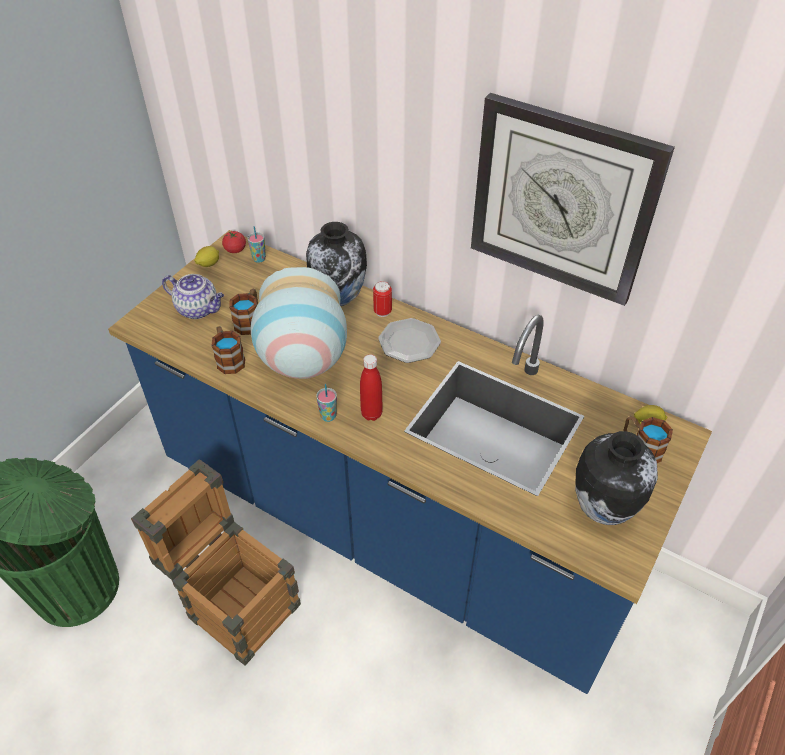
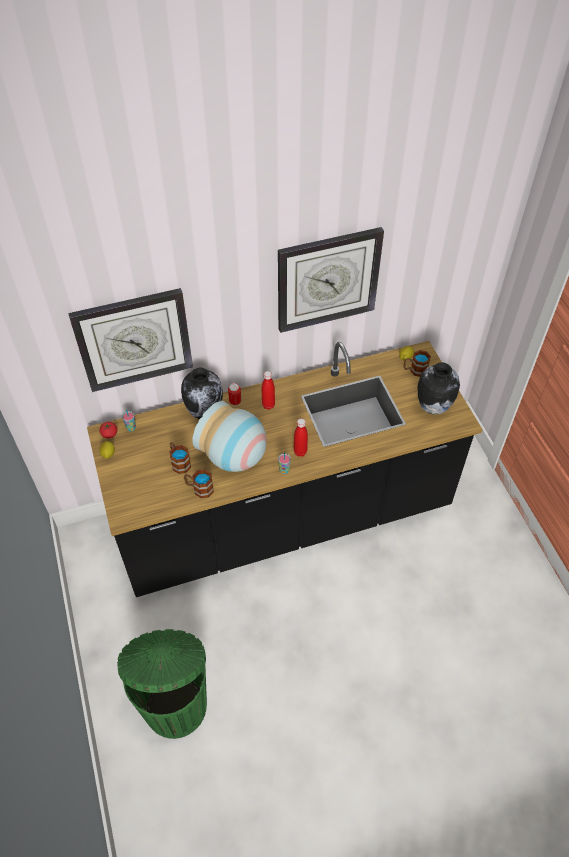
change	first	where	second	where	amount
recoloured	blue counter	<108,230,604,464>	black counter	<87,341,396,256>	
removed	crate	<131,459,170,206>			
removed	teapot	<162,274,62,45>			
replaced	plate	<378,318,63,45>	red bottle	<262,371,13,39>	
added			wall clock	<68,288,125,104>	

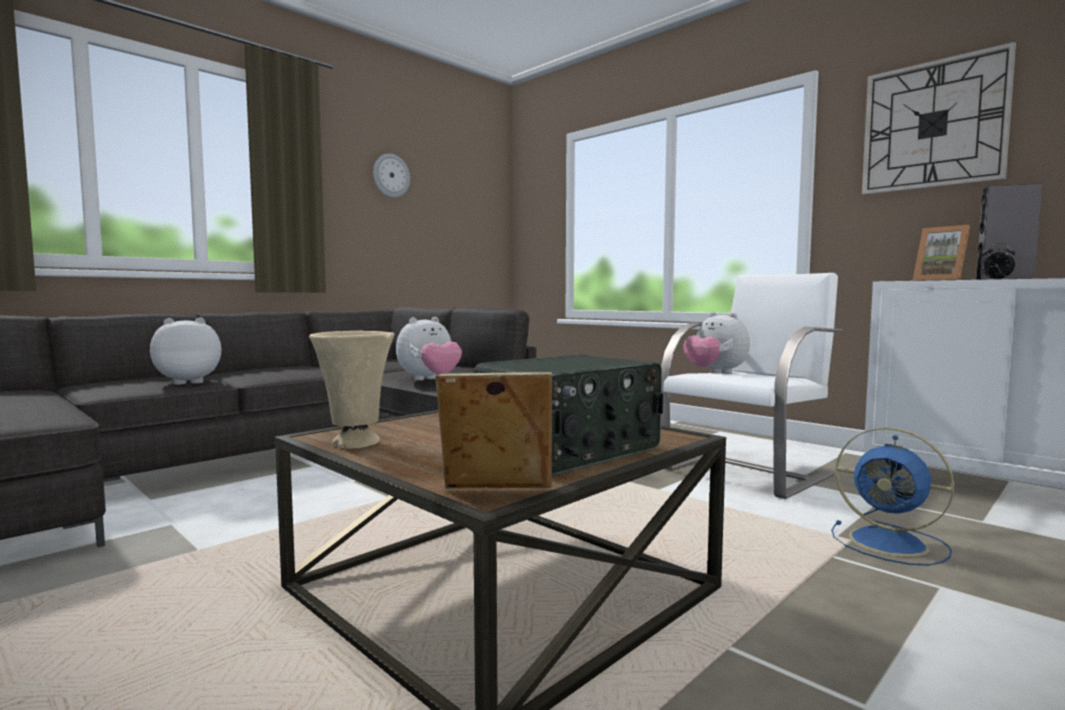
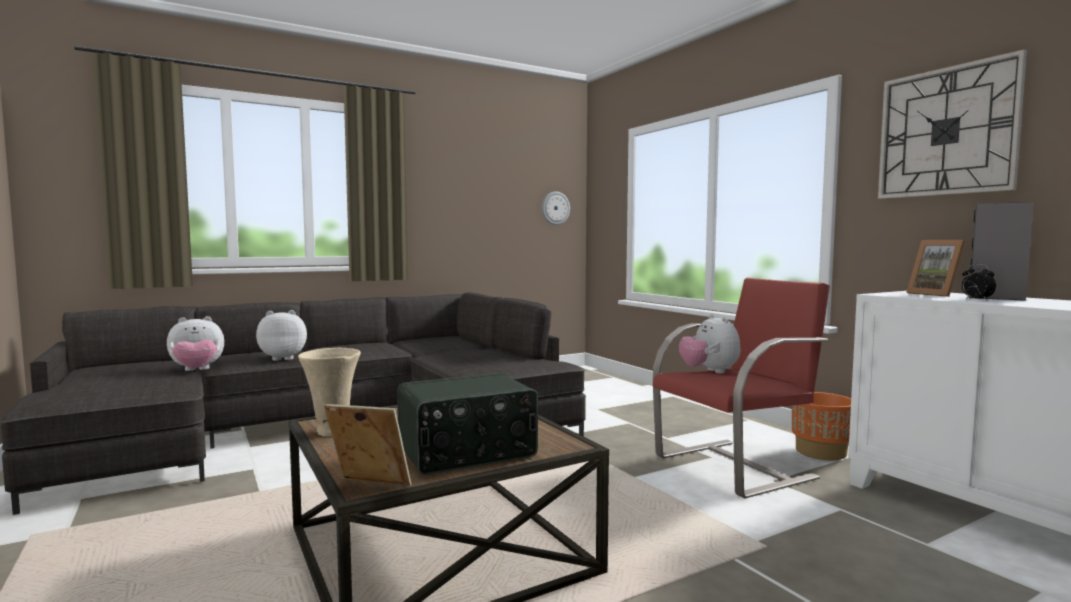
change	first	where	second	where	amount
moved	wall clock	<373,154,37,44>		<542,191,28,34>	
moved	plush toy	<396,317,66,64>		<167,316,57,55>	
recoloured	white armchair	<661,273,182,226>	red armchair	<653,277,177,222>	
removed	blue fan	<832,427,122,139>			
added			orange planter	<792,392,59,68>	

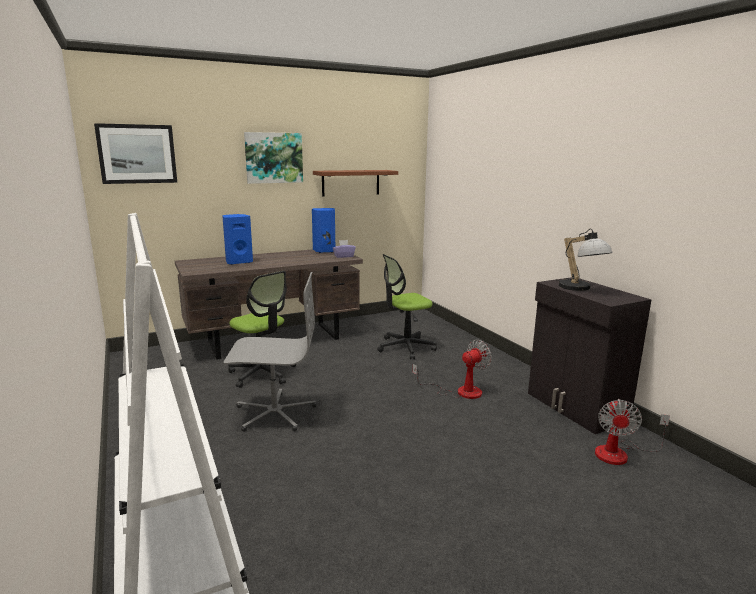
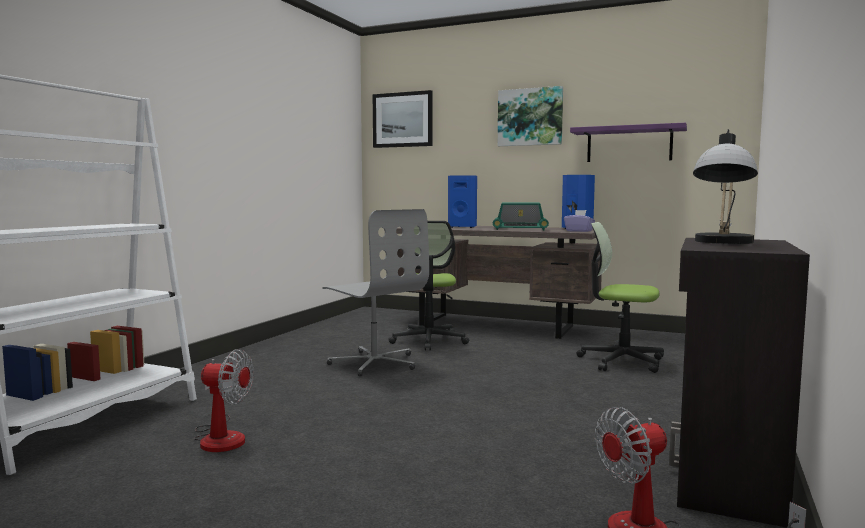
change	first	where	second	where	amount
recoloured	brown shelf	<313,170,85,26>	purple shelf	<570,123,117,39>	
moved	fan	<412,340,80,59>		<194,349,60,103>	
added			radio	<493,202,56,28>	

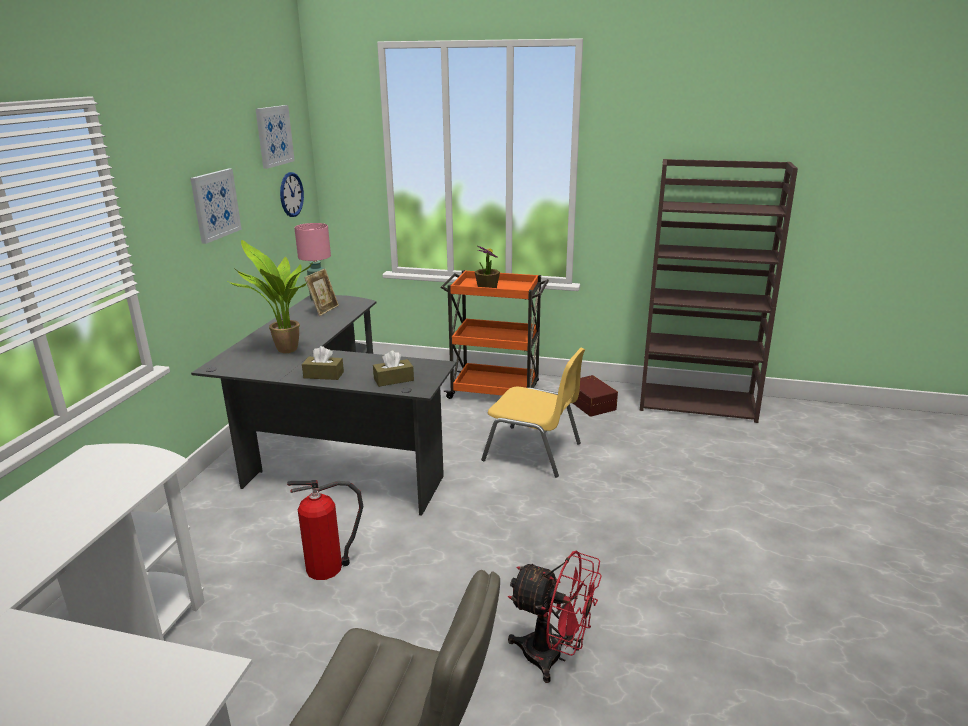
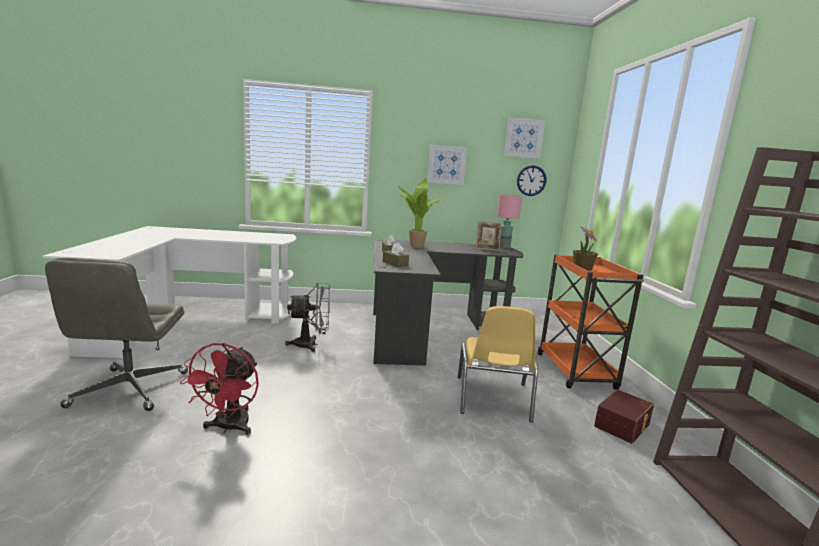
change	first	where	second	where	amount
replaced	fire extinguisher	<287,480,76,100>	grey fan	<285,283,45,69>	

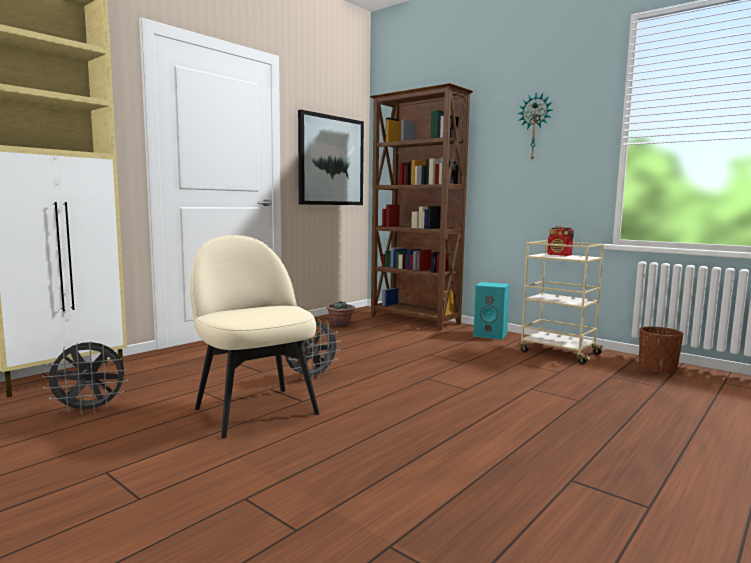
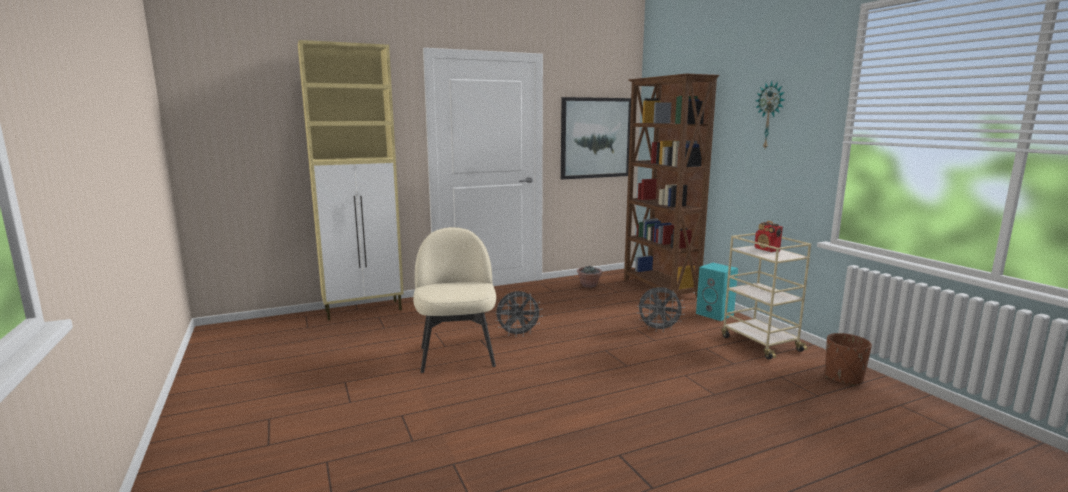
change	first	where	second	where	amount
moved	grey fan	<43,341,85,74>		<637,287,48,45>	

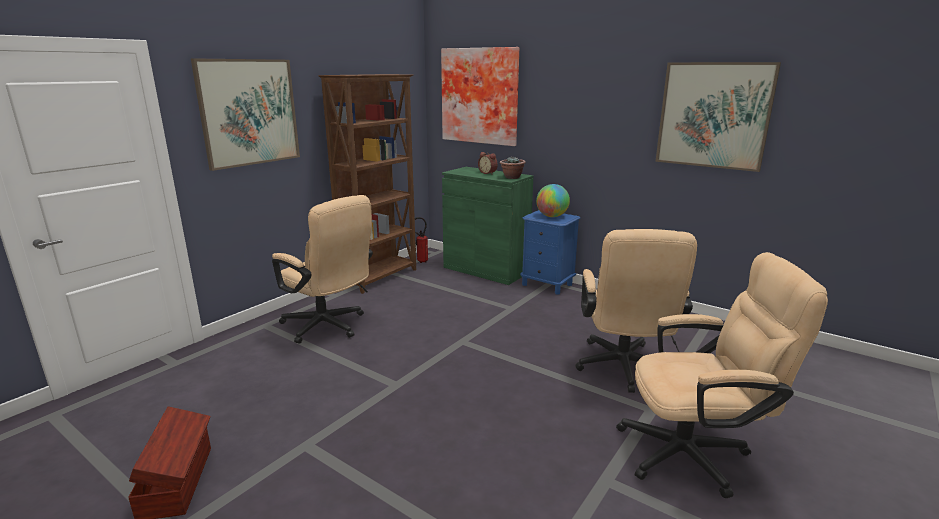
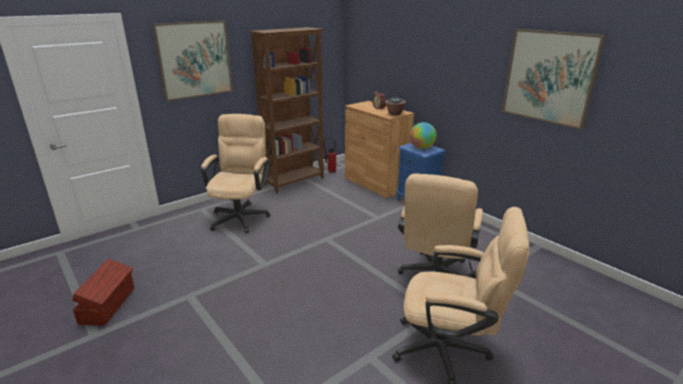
change	first	where	second	where	amount
turned	beige office chair	<272,195,101,149>		<201,114,69,119>	135 degrees counterclockwise
removed	picture	<441,47,78,99>			
recoloured	green cabinet	<442,167,92,118>	brown cabinet	<345,101,69,97>	

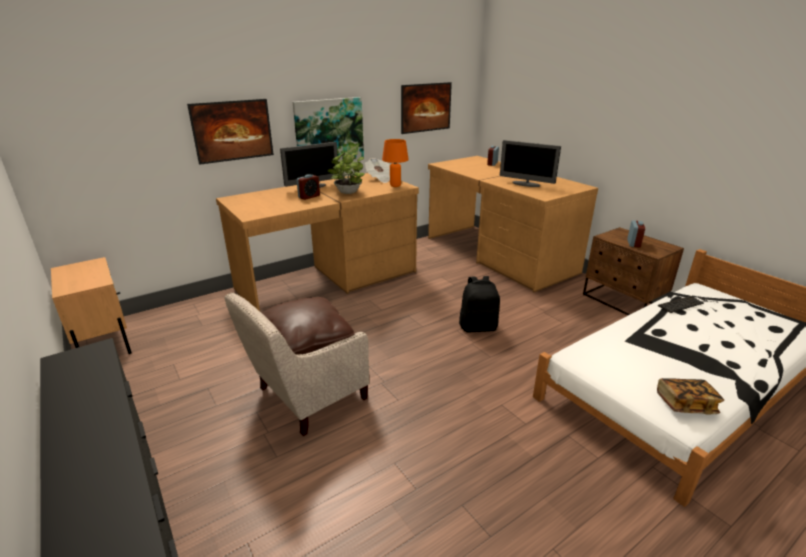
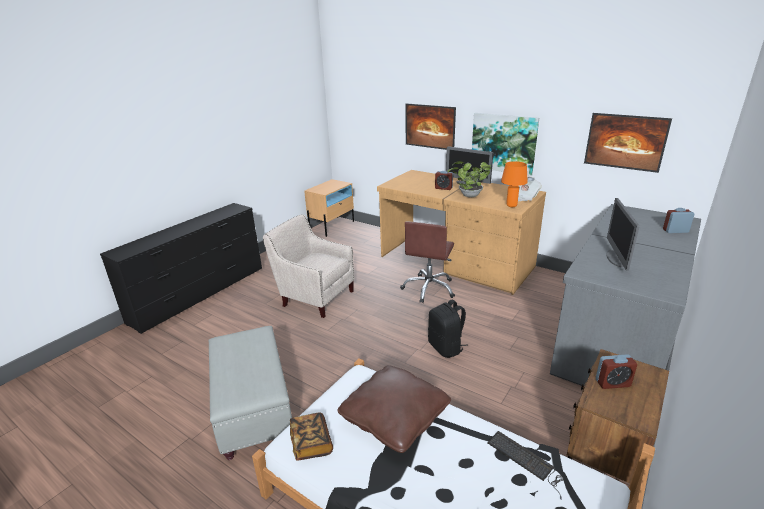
change	first	where	second	where	amount
moved	brown pillow	<261,297,94,57>		<337,365,114,88>	
recoloured	brown desk	<428,156,170,136>	grey desk	<550,204,151,182>	
added			grey ottoman	<208,326,84,134>	
added			brown office chair	<400,221,55,82>	

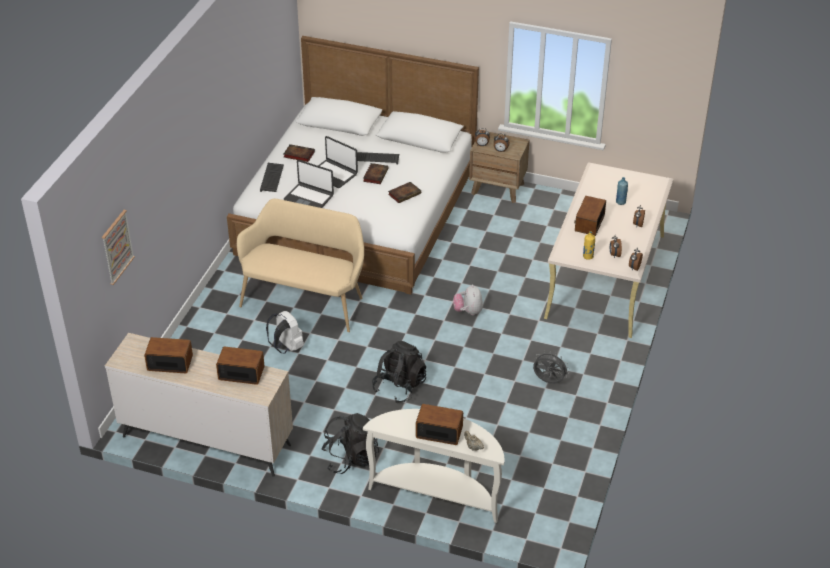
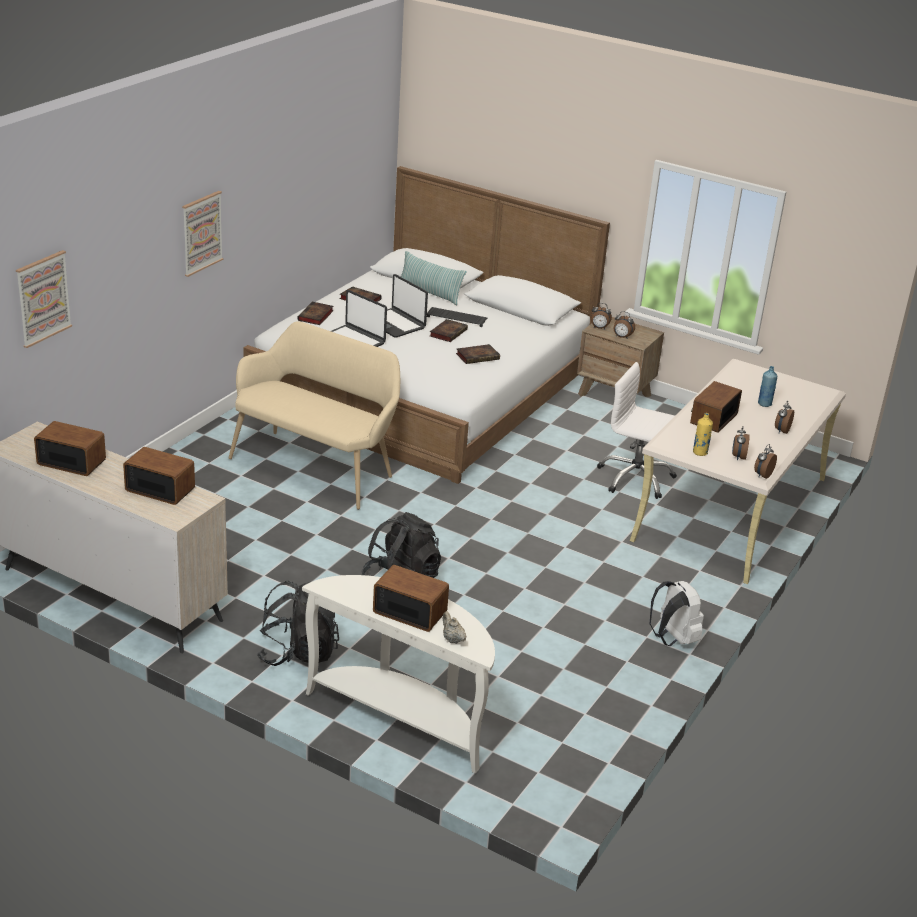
change	first	where	second	where	amount
replaced	keyboard	<260,163,24,29>	book	<297,302,37,23>	
moved	white backpack	<266,311,38,42>		<650,581,54,65>	
removed	plush toy	<453,284,30,31>			
removed	grey fan	<533,351,37,33>			
added			picture	<182,191,41,86>	
added			pillow	<401,251,66,54>	
added			white office chair	<597,362,80,137>	

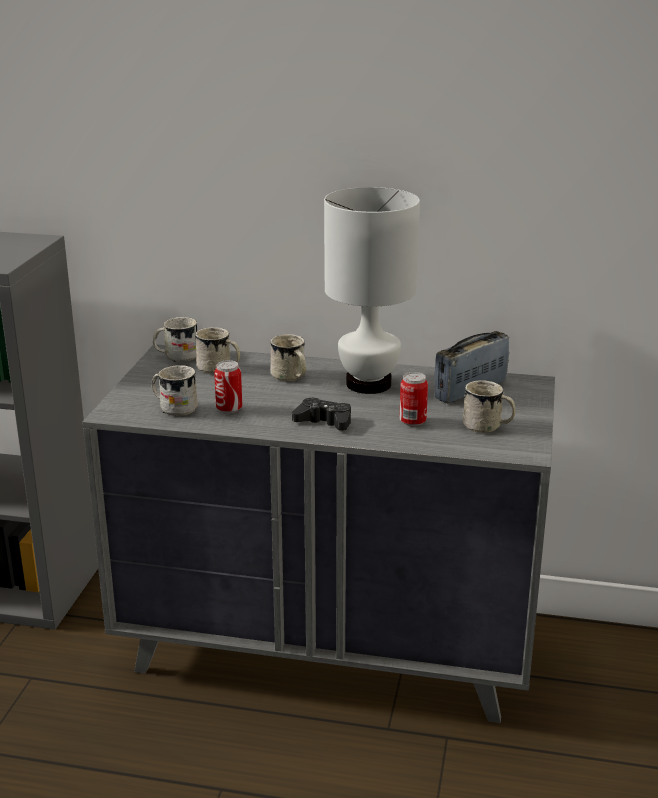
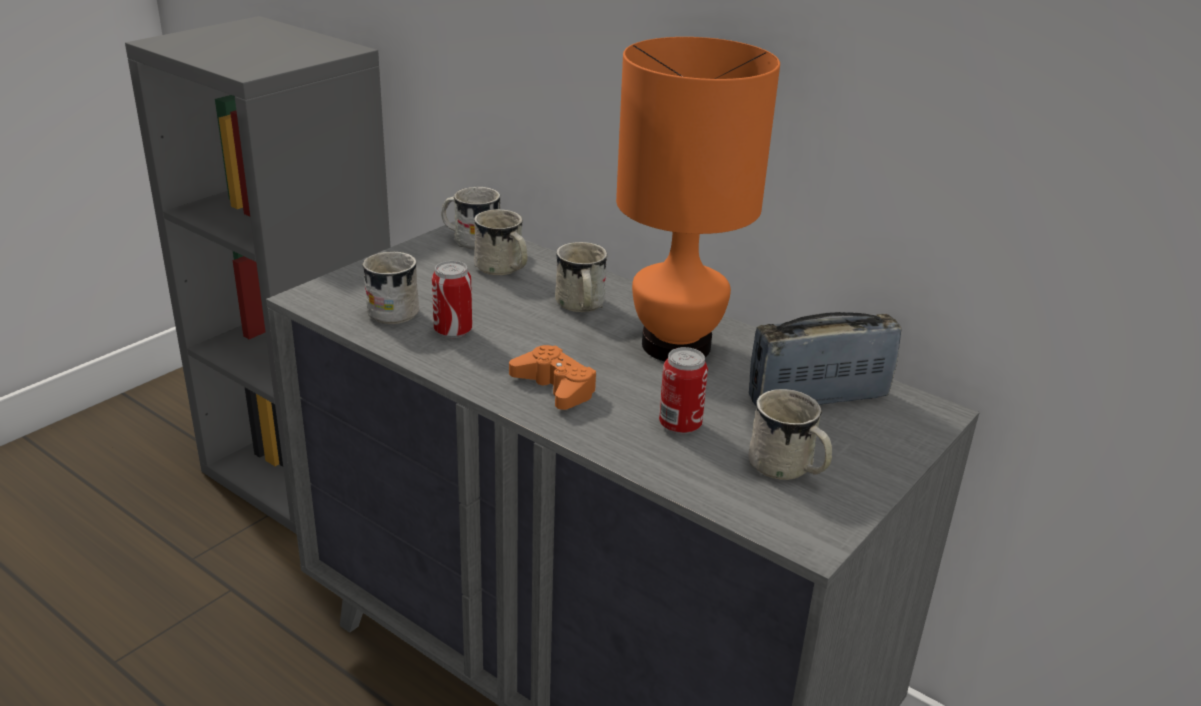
change	first	where	second	where	amount
recoloured	black game controller	<292,397,59,34>	orange game controller	<509,345,88,65>	
recoloured	white table lamp	<324,187,96,207>	orange table lamp	<616,37,164,324>	

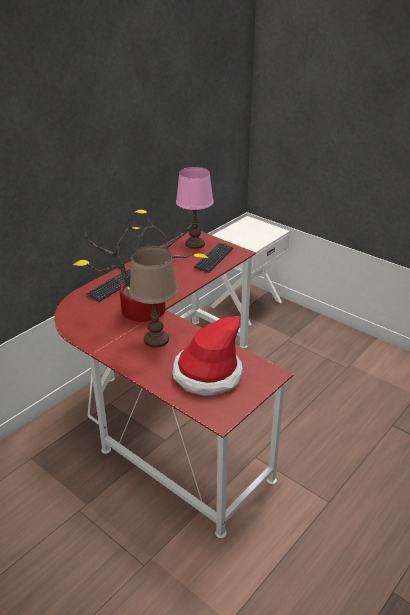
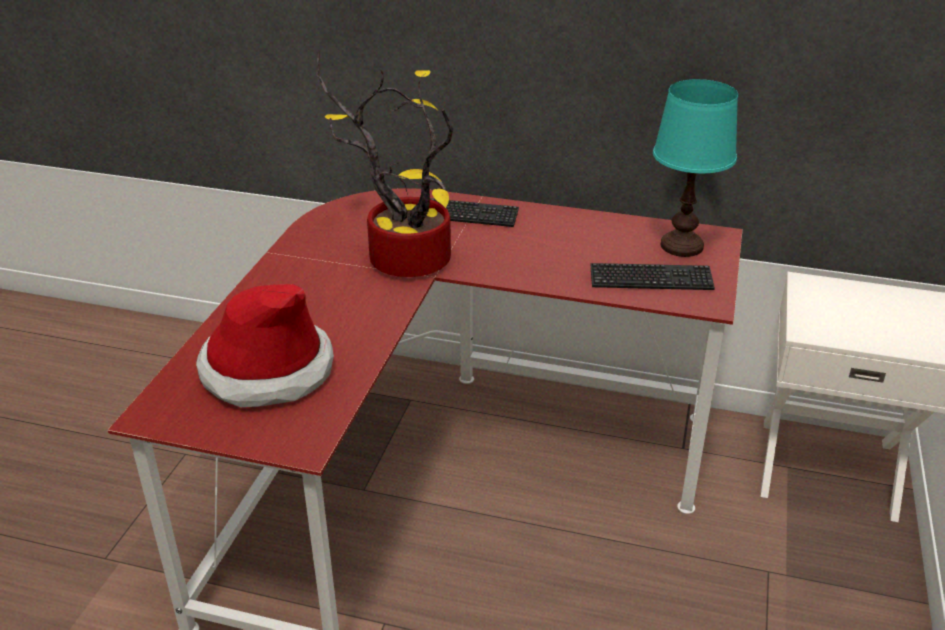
change	first	where	second	where	amount
removed	brown table lamp	<129,246,49,102>			
recoloured	pink table lamp	<176,167,38,82>	turquoise table lamp	<653,79,85,178>	

